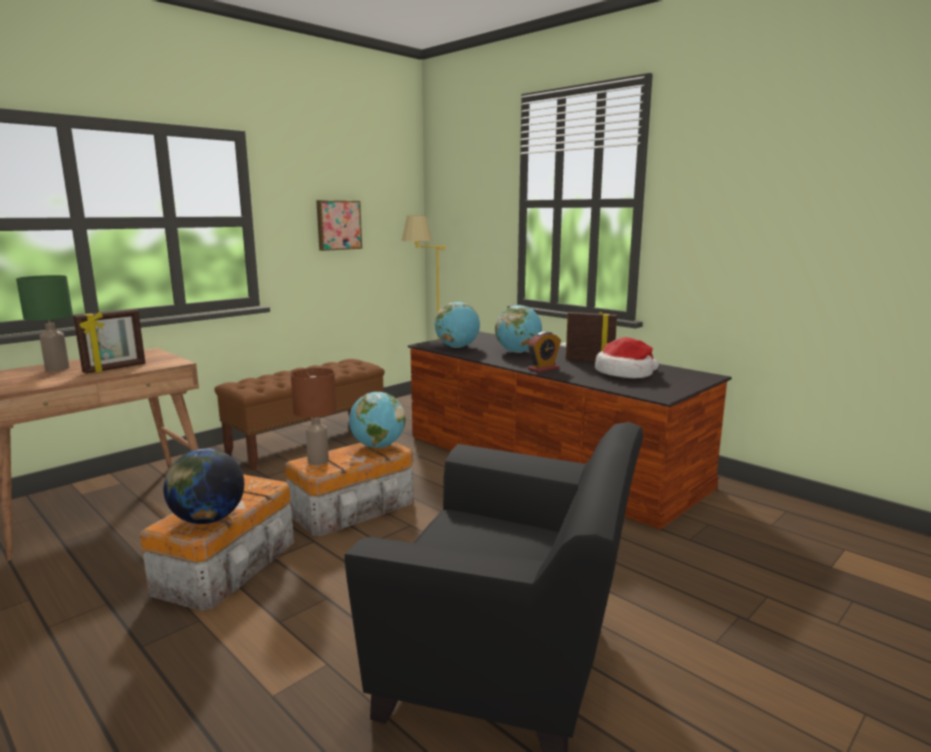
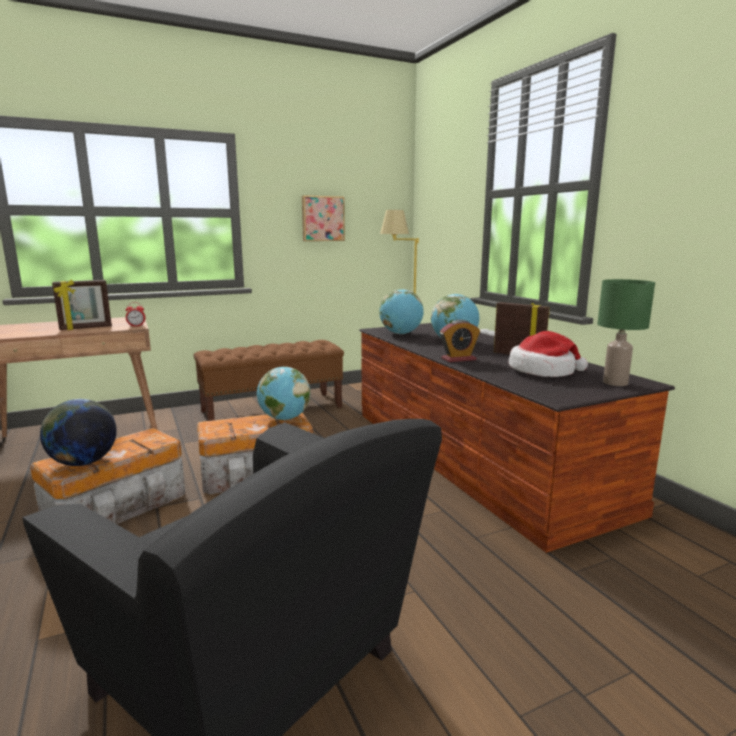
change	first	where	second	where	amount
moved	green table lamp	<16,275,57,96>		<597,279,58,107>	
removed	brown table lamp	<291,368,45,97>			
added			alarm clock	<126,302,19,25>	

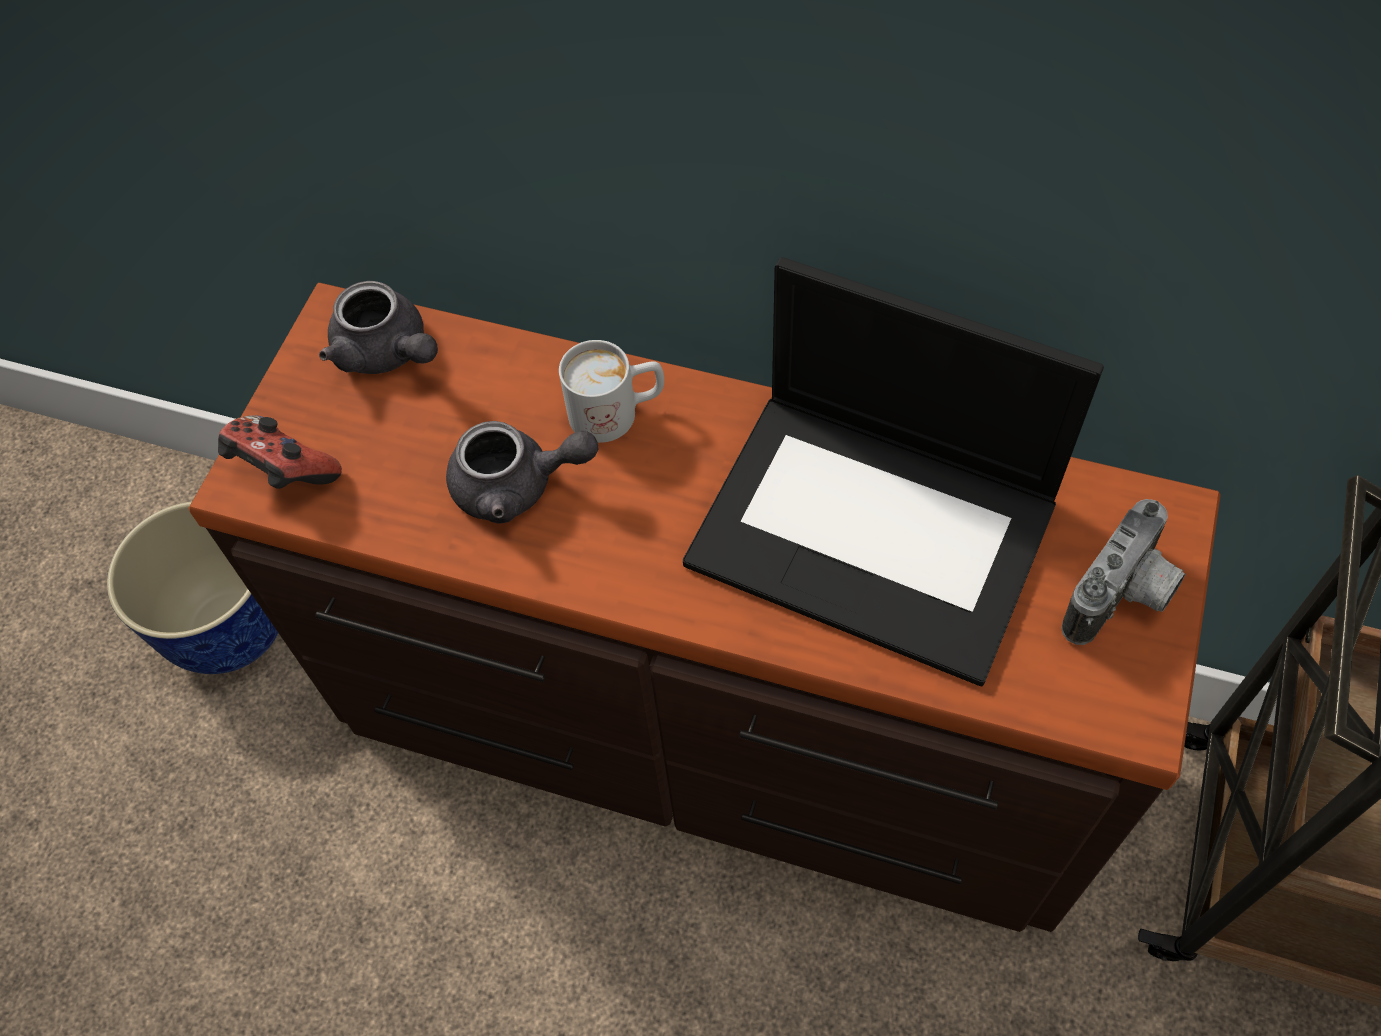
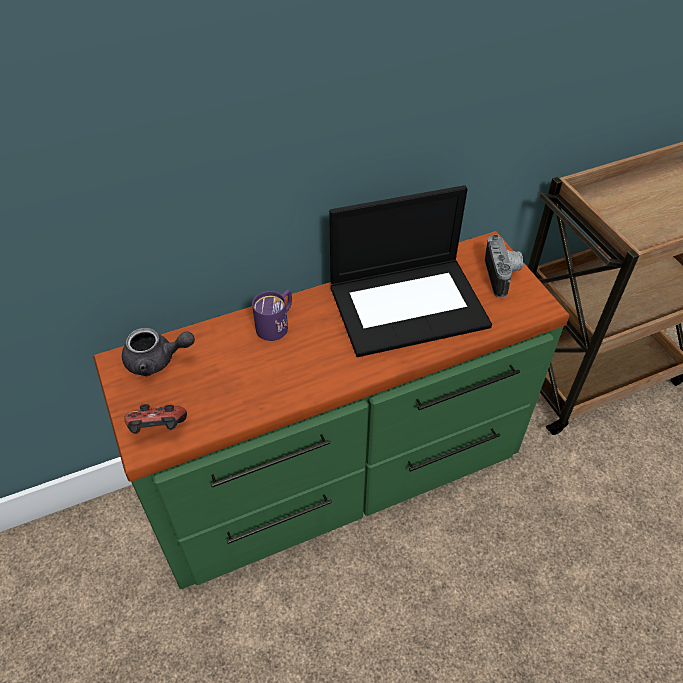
change	first	where	second	where	amount
removed	planter	<107,502,171,172>			
recoloured	brown dresser	<189,283,1032,649>	green dresser	<93,231,476,359>	
removed	grey teapot	<446,421,153,103>			
recoloured	white mug	<559,340,105,103>	purple mug	<252,290,40,51>	

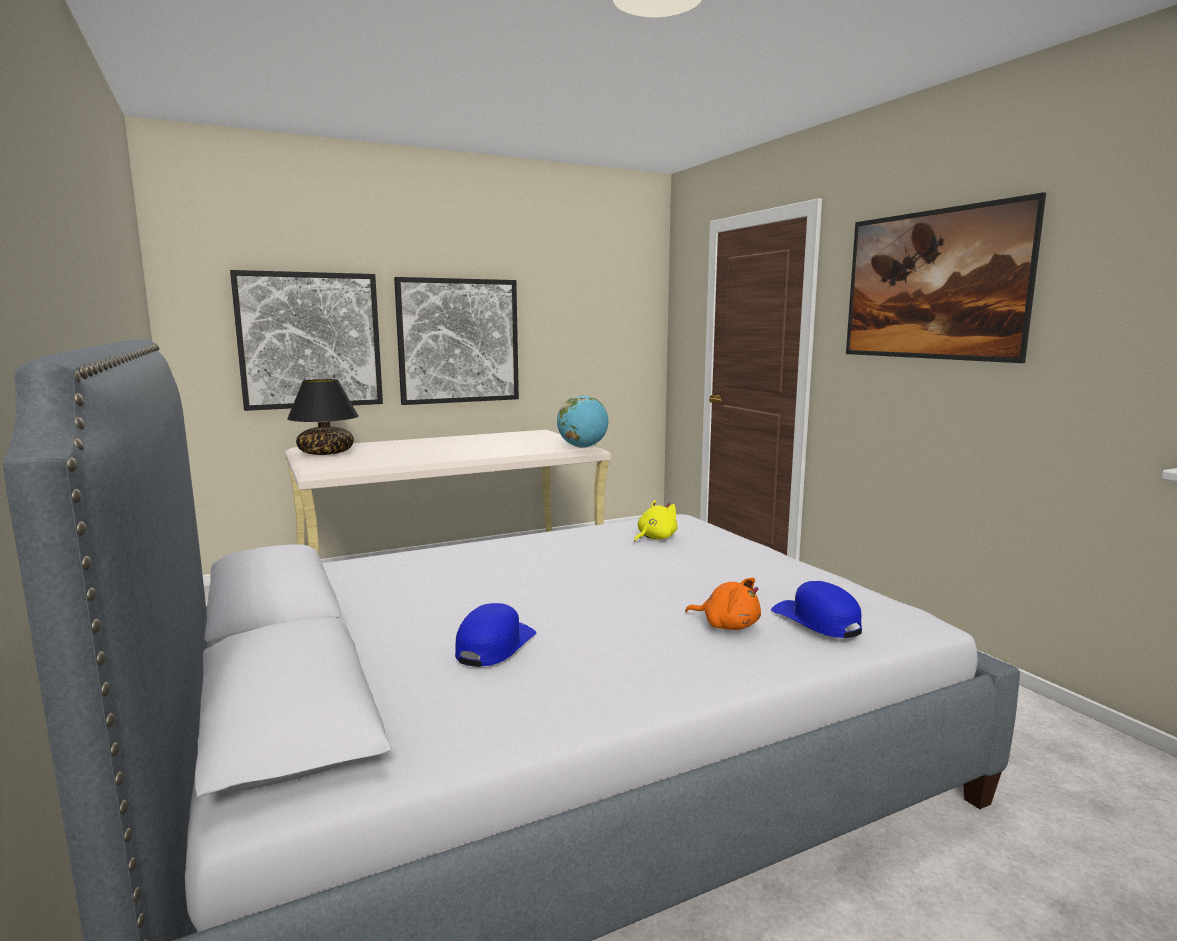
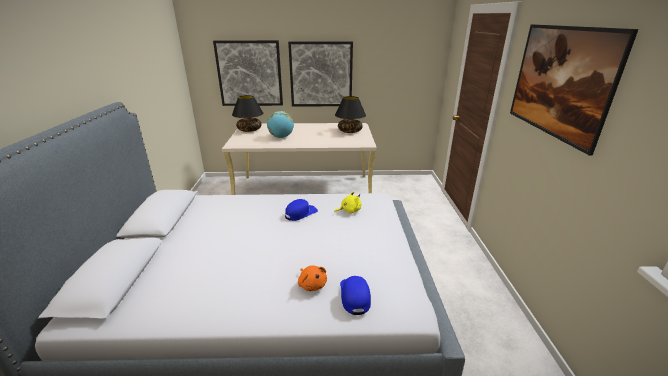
change	first	where	second	where	amount
moved	blue cap	<455,603,81,64>		<285,199,33,22>	
moved	globe	<557,395,52,53>		<267,111,27,27>	
added			black table lamp	<335,96,31,37>	

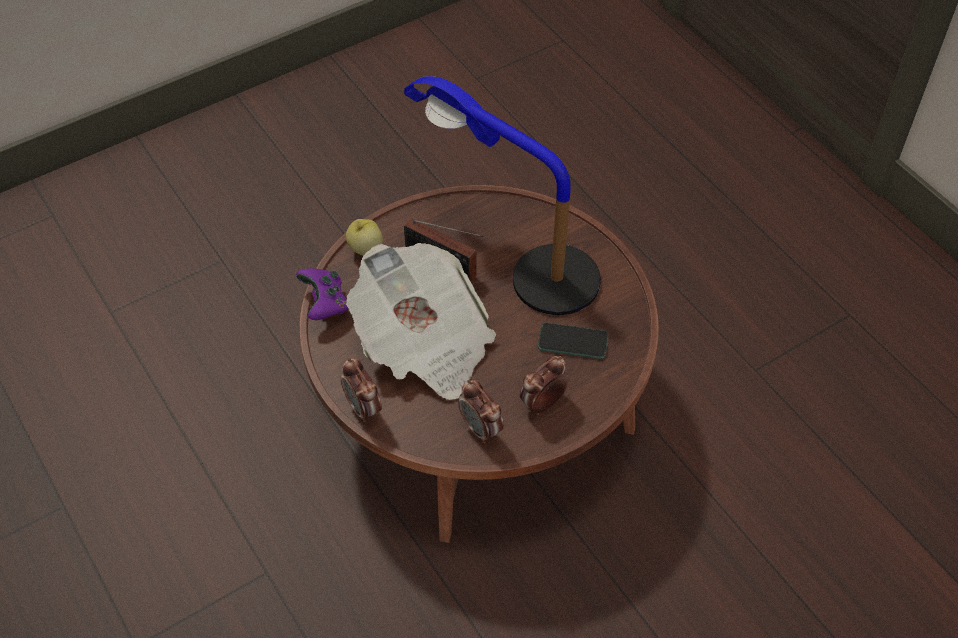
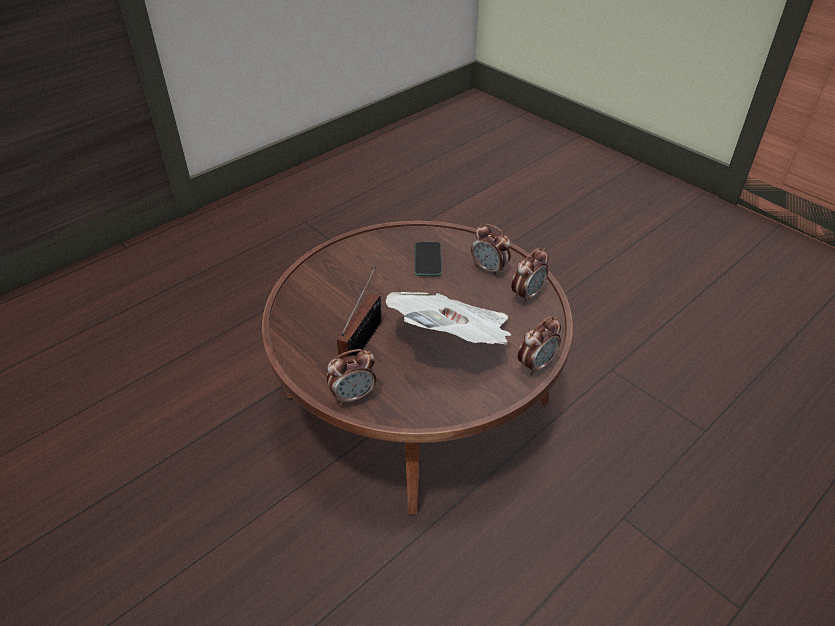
change	first	where	second	where	amount
removed	purple game controller	<296,268,53,52>			
replaced	apple	<346,219,37,36>	alarm clock	<327,349,49,56>	
removed	table lamp	<404,76,197,239>			

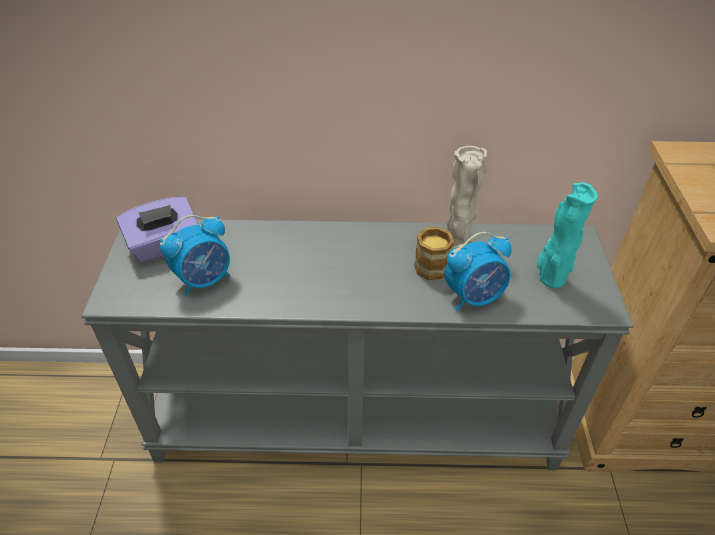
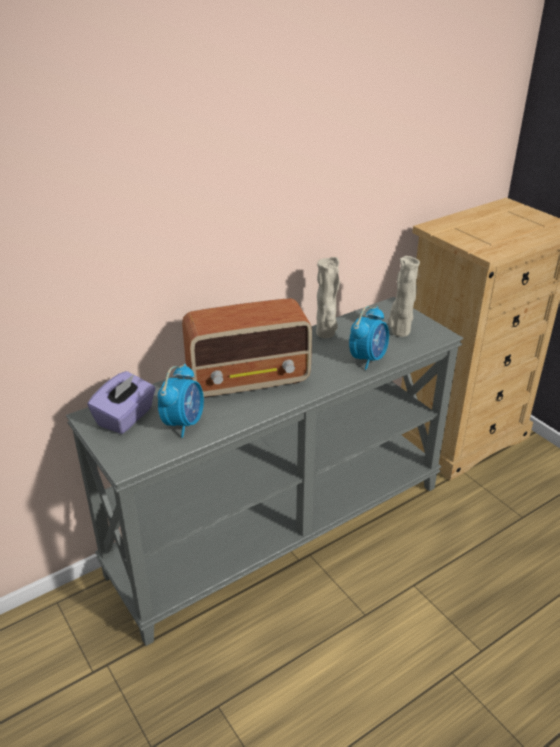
change	first	where	second	where	amount
removed	mug	<414,227,49,53>			
recoloured	turquoise vase	<537,182,61,106>	beige vase	<389,256,31,81>	
added			radio	<182,298,130,100>	

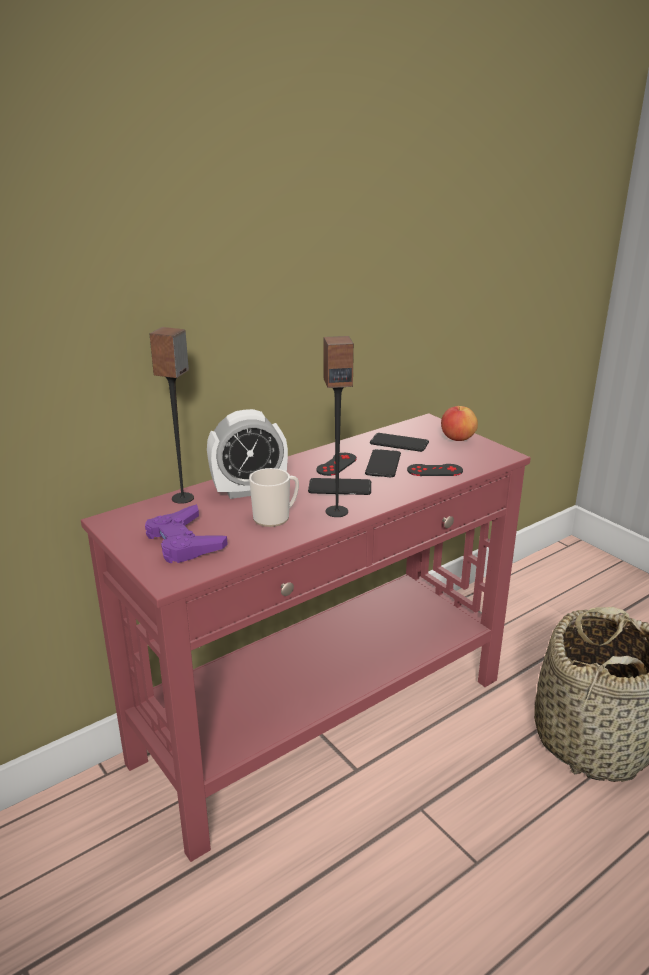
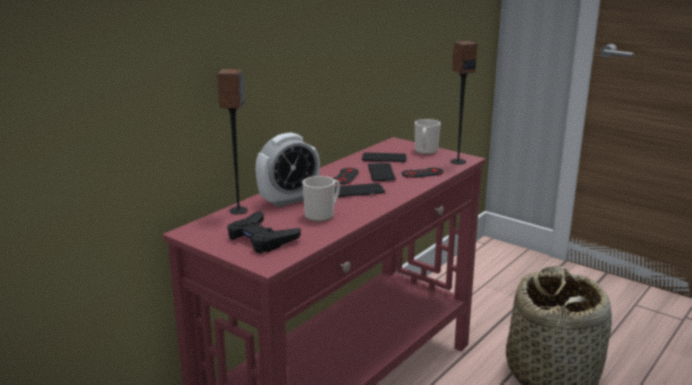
change	first	where	second	where	amount
recoloured	purple game controller	<145,504,83,59>	black game controller	<227,210,74,43>	
moved	speaker	<324,336,30,181>		<450,41,27,124>	
replaced	apple	<441,405,37,36>	mug	<415,119,26,36>	

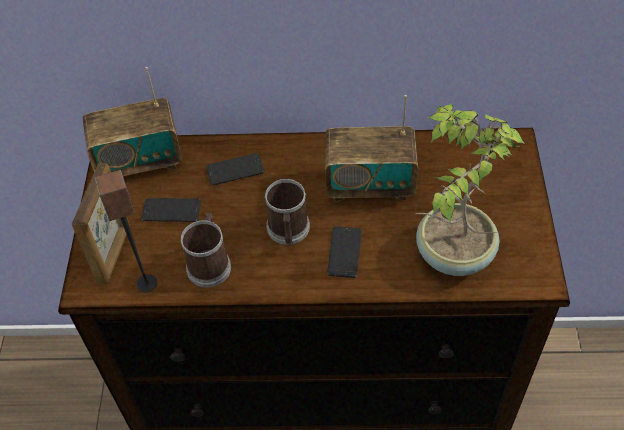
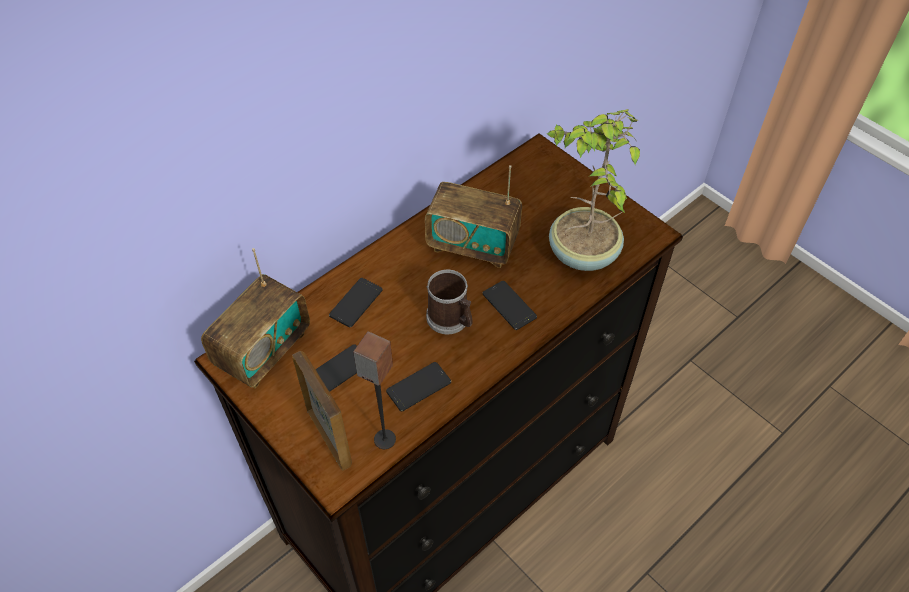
change	first	where	second	where	amount
replaced	mug	<181,213,50,75>	phone	<386,362,65,49>	
turned	radio	<325,95,93,107>		<425,165,97,103>	60 degrees clockwise

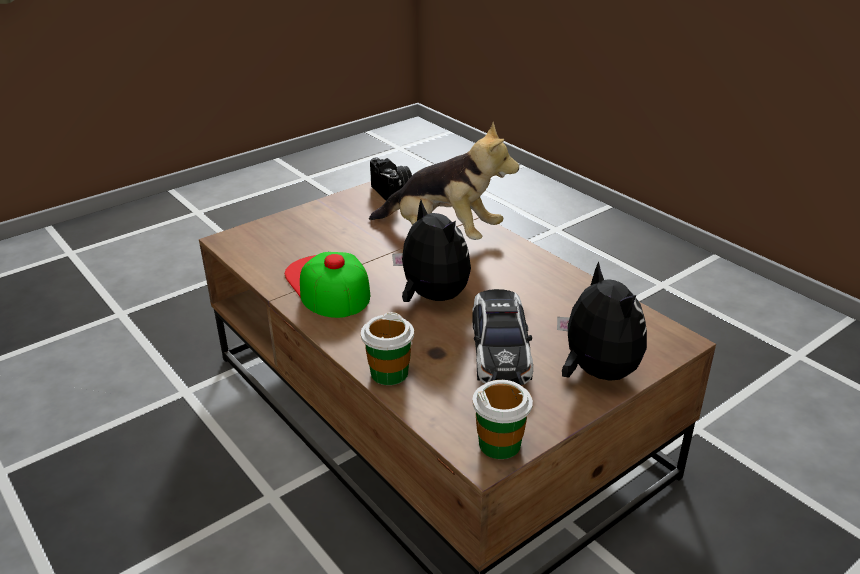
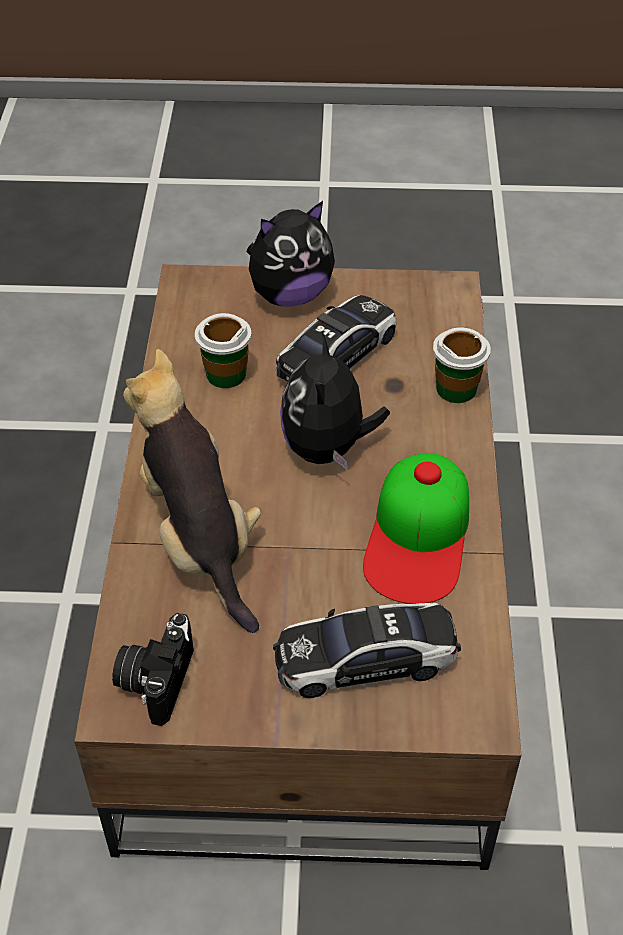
change	first	where	second	where	amount
moved	cup	<472,380,61,79>		<195,313,57,75>	
turned	plush toy	<557,261,90,120>		<246,201,89,106>	135 degrees counterclockwise
added			toy car	<273,603,188,95>	

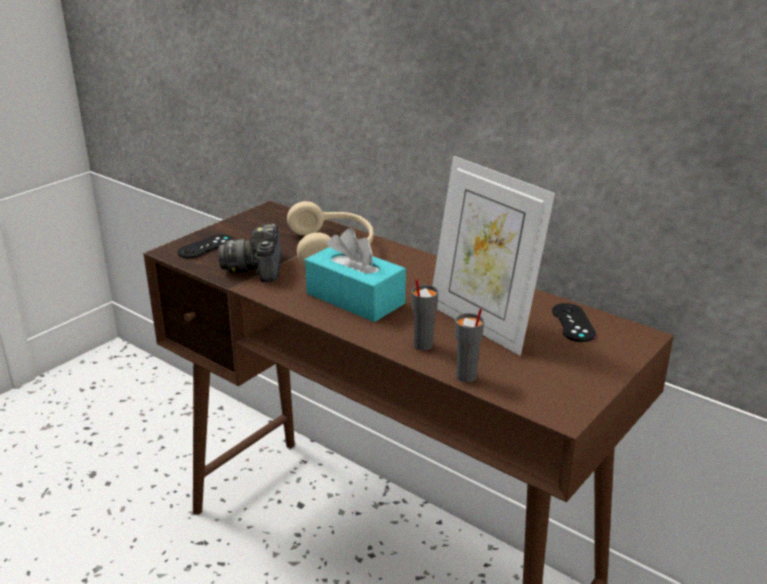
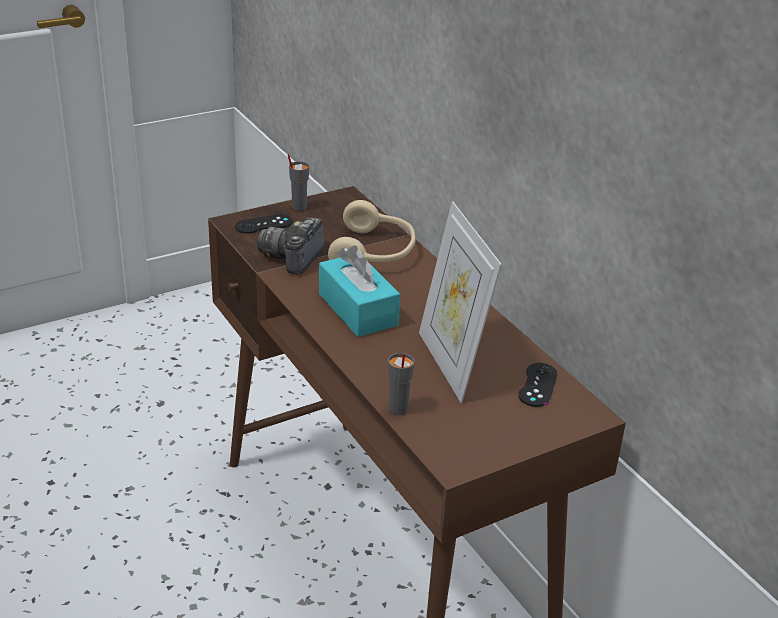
change	first	where	second	where	amount
moved	grey cup	<411,279,28,72>		<288,154,21,57>	

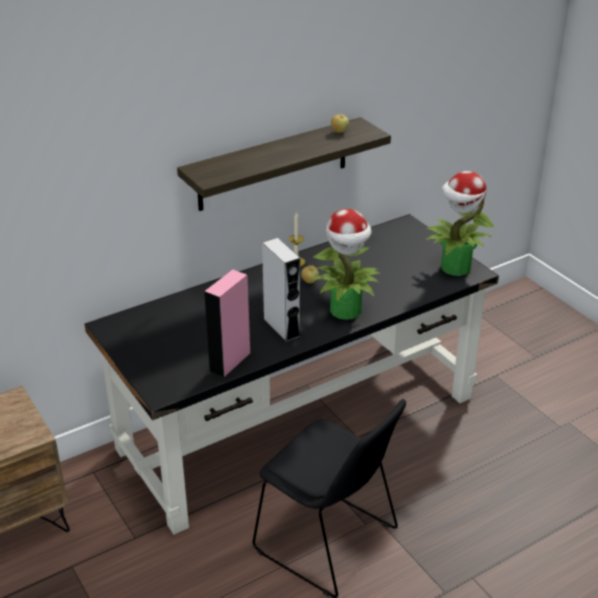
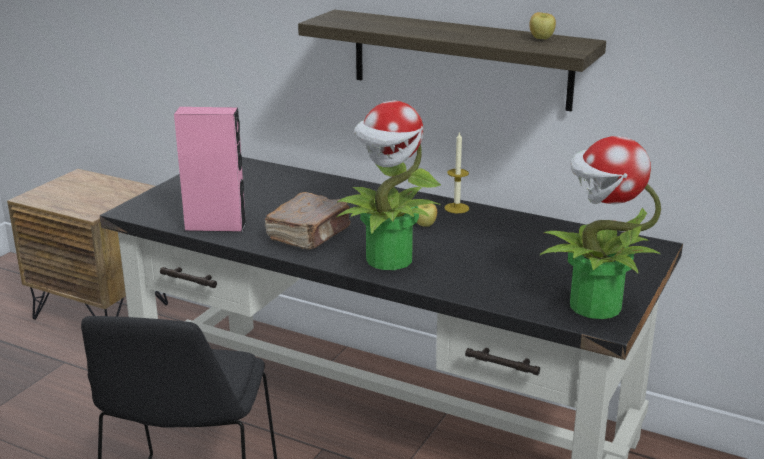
change	first	where	second	where	amount
replaced	grey speaker	<262,238,39,104>	brown book	<265,192,86,57>	

